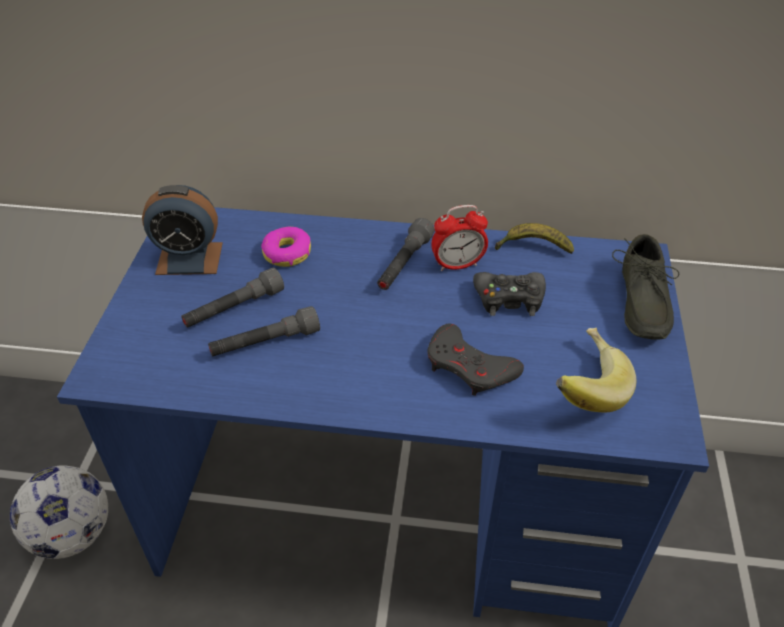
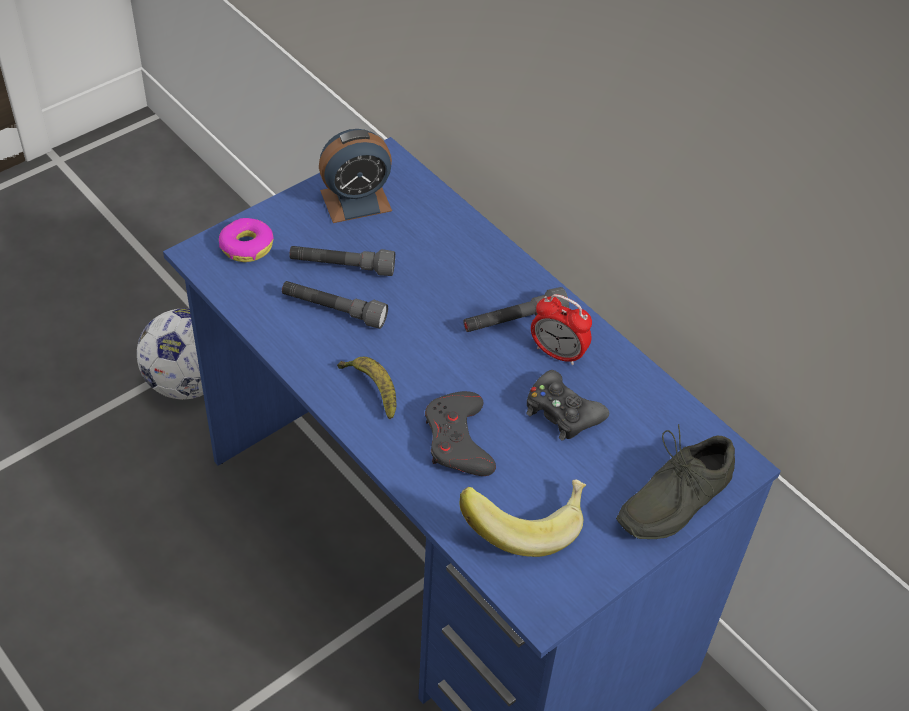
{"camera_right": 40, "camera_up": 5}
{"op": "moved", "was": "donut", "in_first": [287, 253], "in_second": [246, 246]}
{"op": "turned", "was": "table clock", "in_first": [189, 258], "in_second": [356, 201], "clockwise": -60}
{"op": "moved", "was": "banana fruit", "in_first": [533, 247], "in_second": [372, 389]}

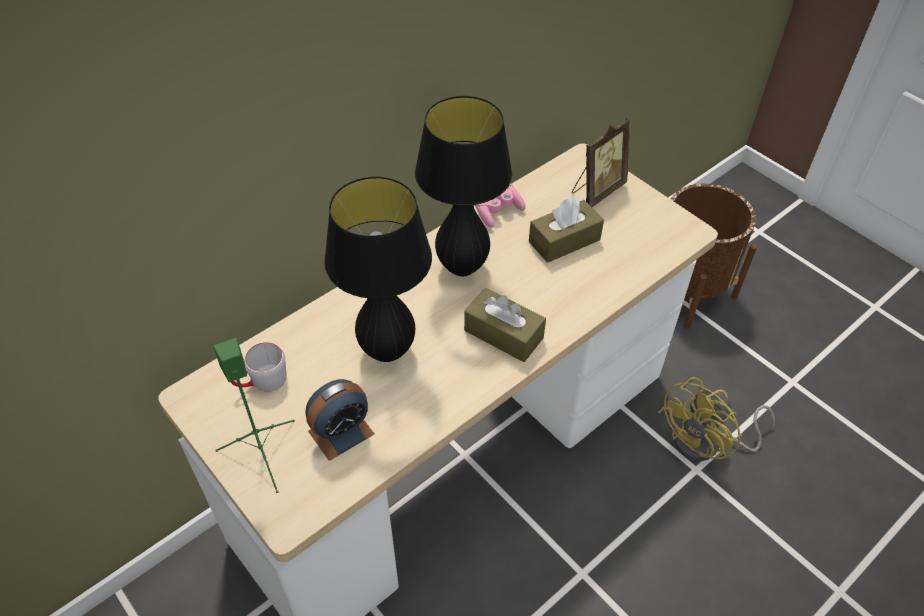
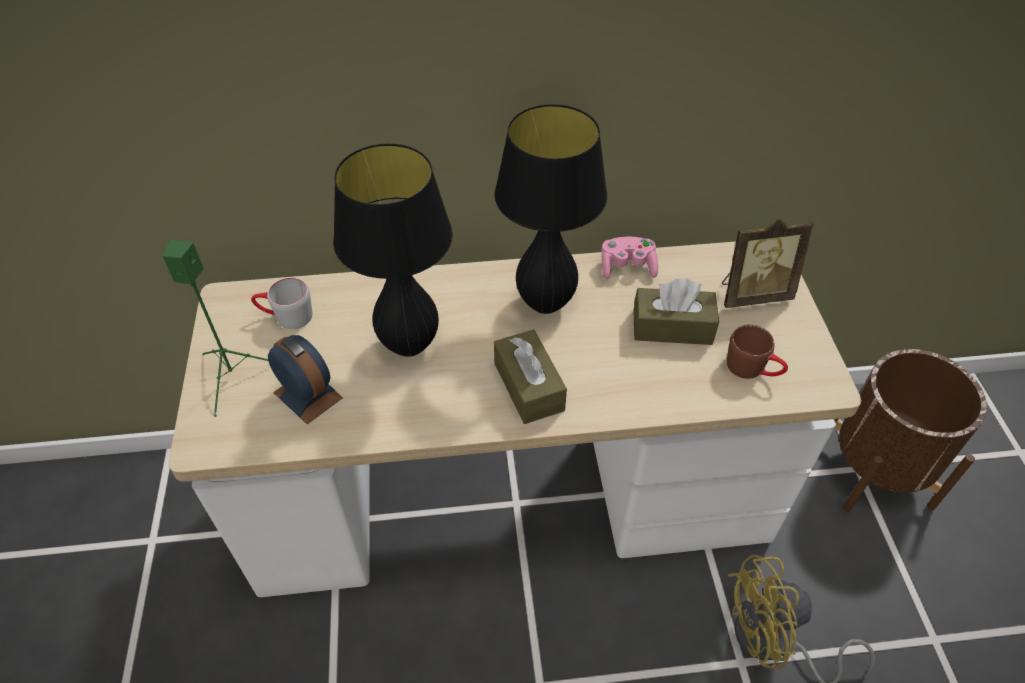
{"camera_right": 35, "camera_up": 0}
{"op": "turned", "was": "table clock", "in_first": [341, 432], "in_second": [308, 395], "clockwise": -135}
{"op": "added", "now": "tea mug (brown)", "in_second": [753, 369]}

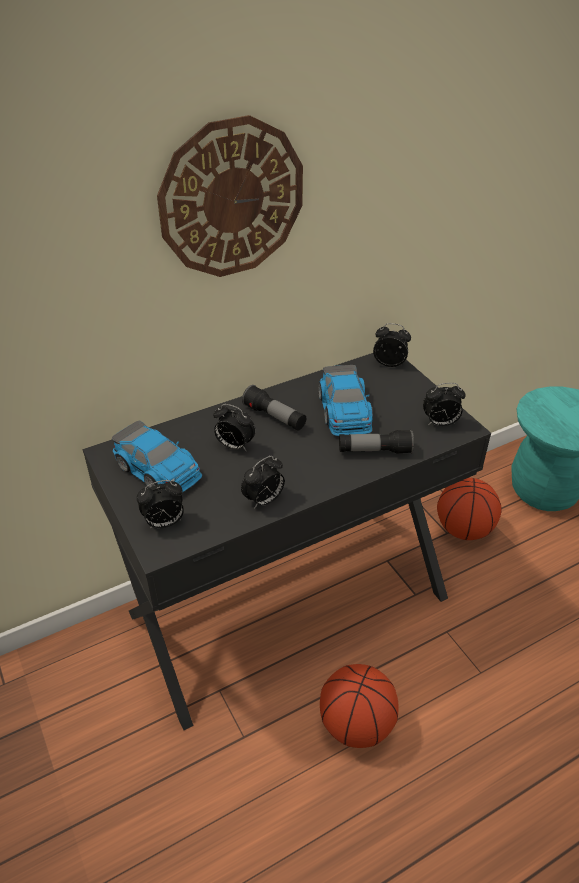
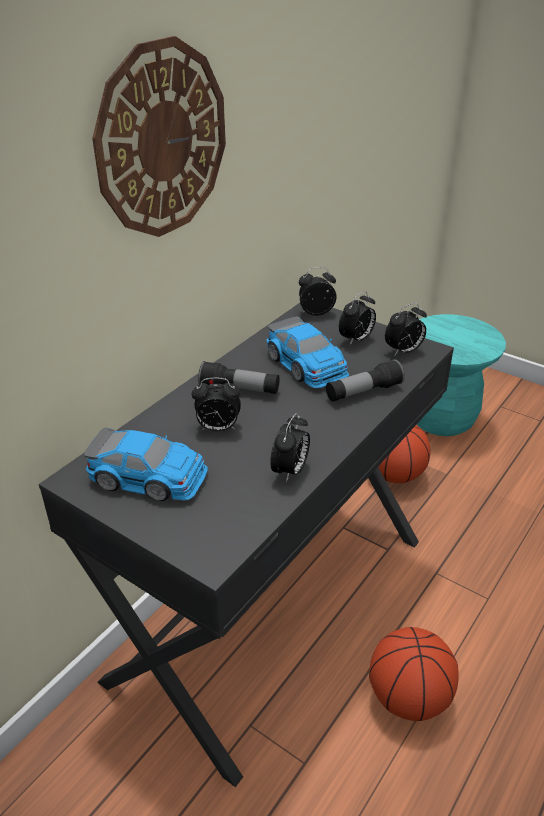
{"camera_right": -25, "camera_up": -5}
{"op": "moved", "was": "table clock", "in_first": [164, 523], "in_second": [356, 340]}

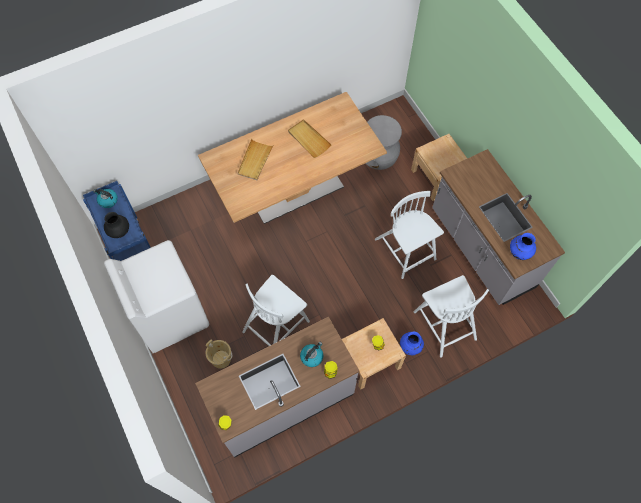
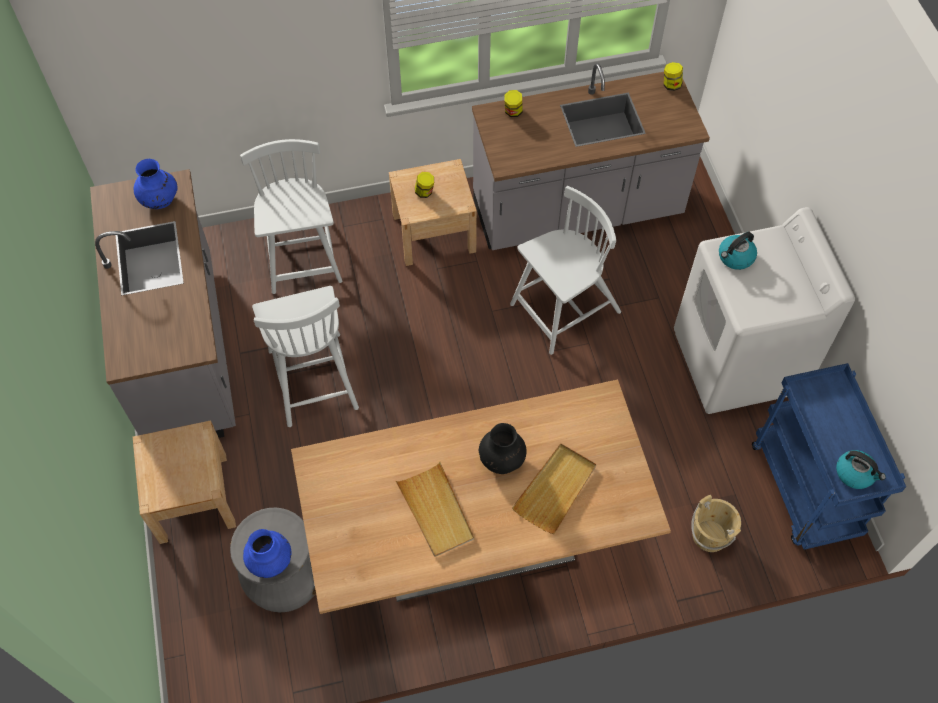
{"camera_right": -165, "camera_up": -5}
{"op": "moved", "was": "vase (blue-coloured)", "in_first": [410, 347], "in_second": [271, 561]}
{"op": "moved", "was": "vase (black)", "in_first": [119, 231], "in_second": [501, 460]}
{"op": "moved", "was": "water bucket (beige)", "in_first": [221, 359], "in_second": [709, 535]}
{"op": "moved", "was": "water kettle", "in_first": [312, 356], "in_second": [735, 257]}

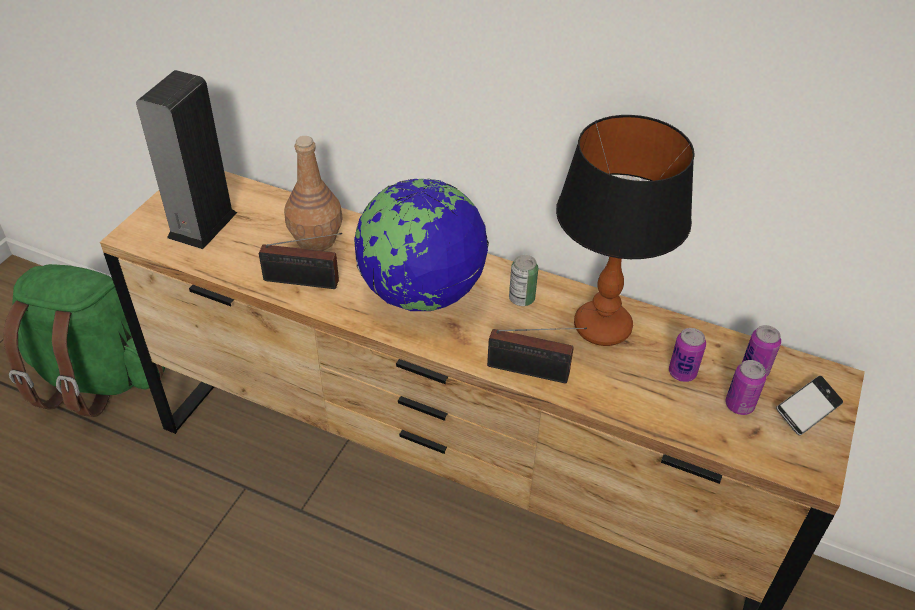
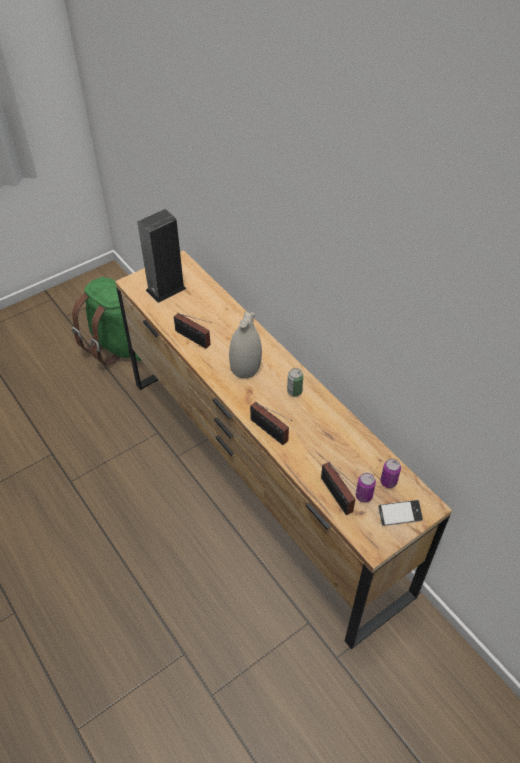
{"camera_right": 30, "camera_up": 5}
{"op": "replaced", "was": "world globe", "now": "vase (white)", "in_first": [421, 293], "in_second": [245, 368]}
{"op": "added", "now": "radio set", "in_second": [337, 497]}
{"op": "removed", "was": "drink bottle (brown)", "in_first": [316, 240]}
{"op": "removed", "was": "table lamp", "in_first": [602, 328]}
{"op": "removed", "was": "sealed can", "in_first": [682, 373]}

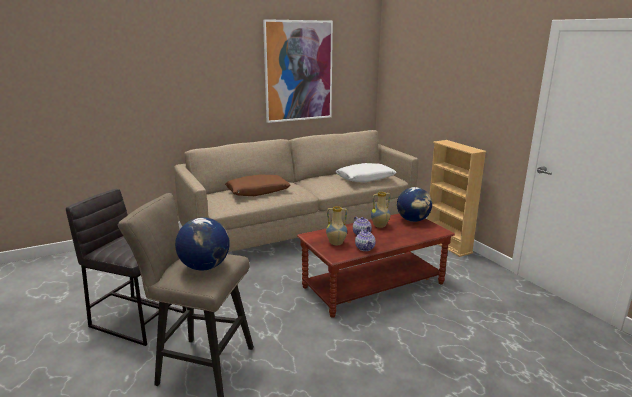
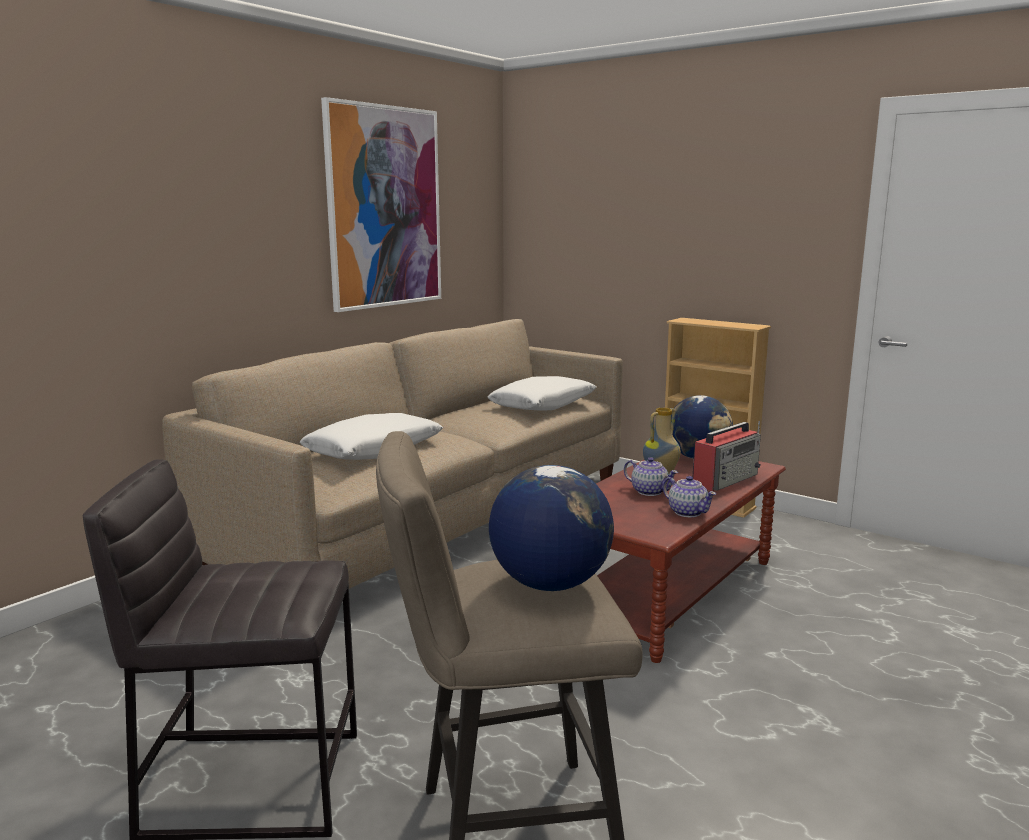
{"camera_right": -25, "camera_up": -5}
{"op": "recoloured", "was": "cushion (brown)", "now": "cushion (white)", "in_first": [258, 191], "in_second": [374, 450]}
{"op": "added", "now": "radio set", "in_second": [726, 479]}
{"op": "removed", "was": "vase", "in_first": [336, 243]}

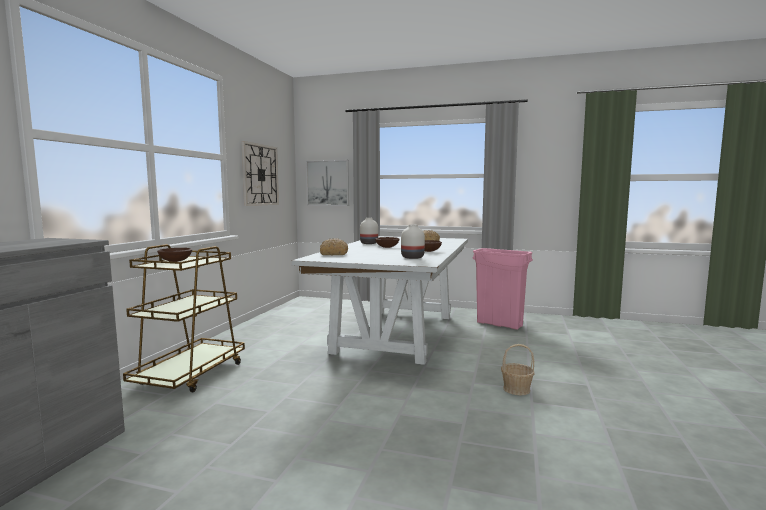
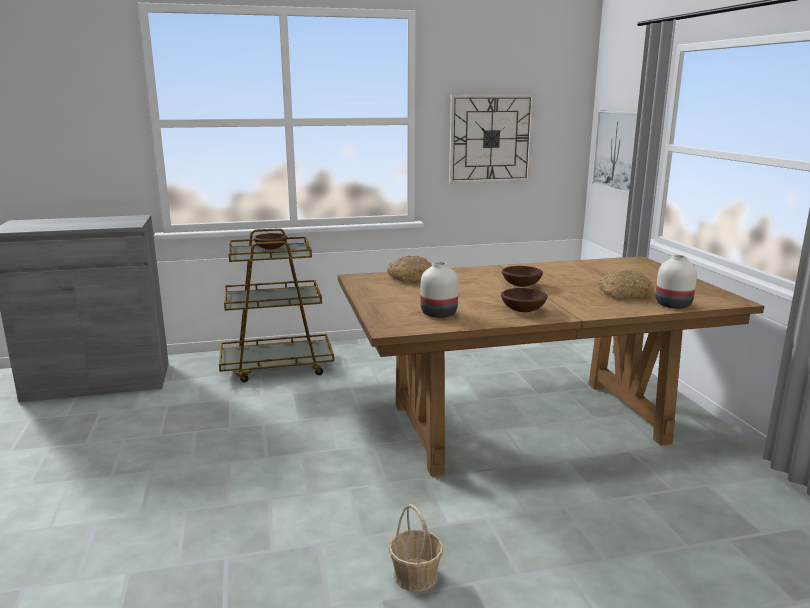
{"camera_right": 60, "camera_up": 10}
{"op": "recoloured", "was": "dinner table (white)", "now": "dinner table (brown)", "in_first": [396, 333], "in_second": [527, 423]}
{"op": "moved", "was": "vase (white)", "in_first": [368, 243], "in_second": [672, 304]}
{"op": "removed", "was": "rubbish bin (pinkish)", "in_first": [499, 324]}

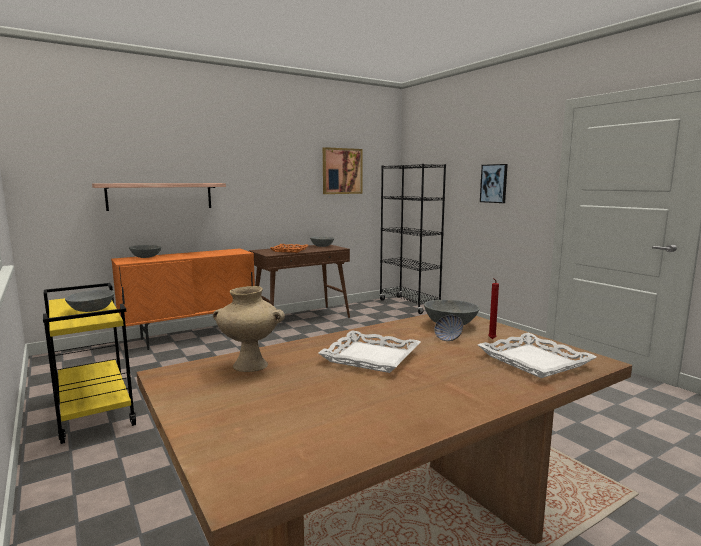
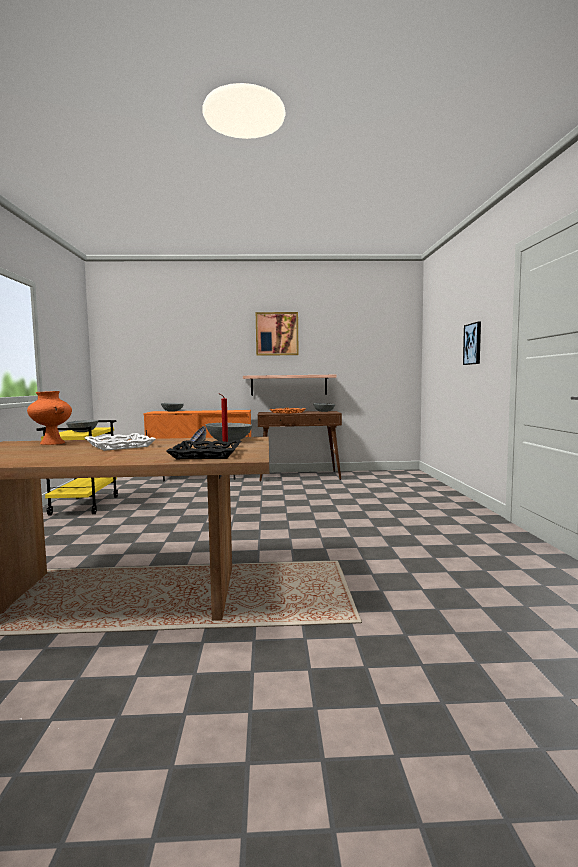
{"camera_right": 30, "camera_up": -5}
{"op": "recoloured", "was": "vase (beige)", "now": "vase (orange)", "in_first": [249, 366], "in_second": [51, 443]}
{"op": "recoloured", "was": "serving tray (white)", "now": "serving tray (black)", "in_first": [533, 361], "in_second": [206, 454]}
{"op": "moved", "was": "wall shelf", "in_first": [160, 196], "in_second": [289, 385]}
{"op": "moved", "was": "wall art", "in_first": [342, 171], "in_second": [277, 334]}
{"op": "removed", "was": "bookcase (black)", "in_first": [409, 305]}

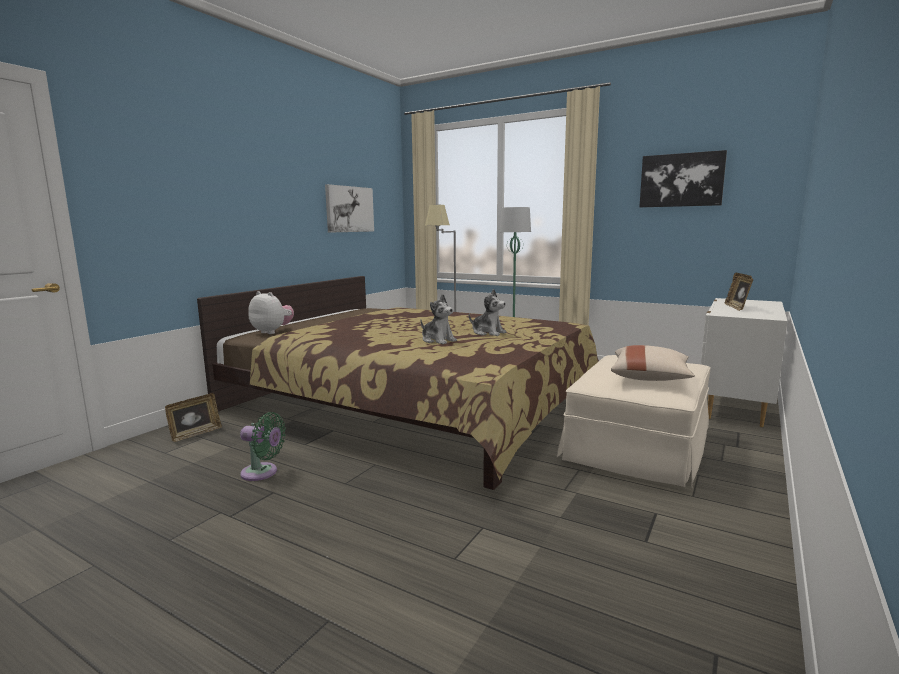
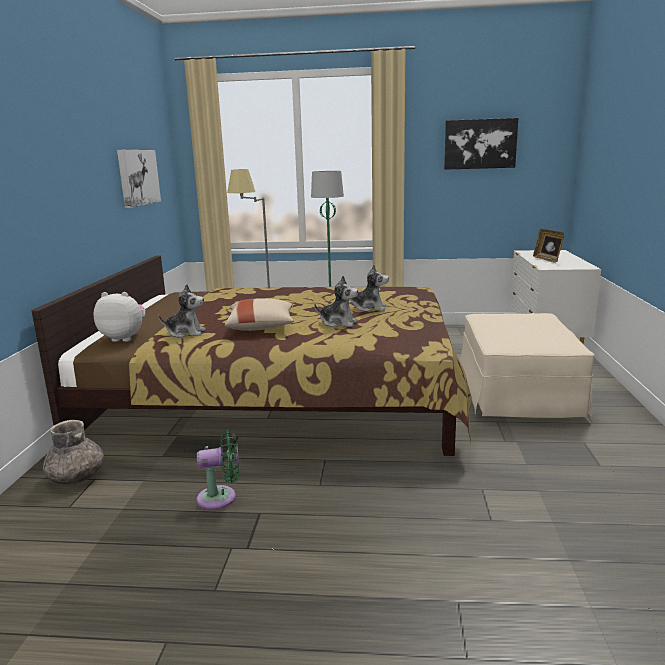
{"camera_right": -25, "camera_up": 5}
{"op": "replaced", "was": "picture frame", "now": "vase (gray)", "in_first": [195, 434], "in_second": [77, 477]}
{"op": "added", "now": "plush toy", "in_second": [186, 333]}
{"op": "moved", "was": "cushion (beige)", "in_first": [650, 378], "in_second": [261, 327]}

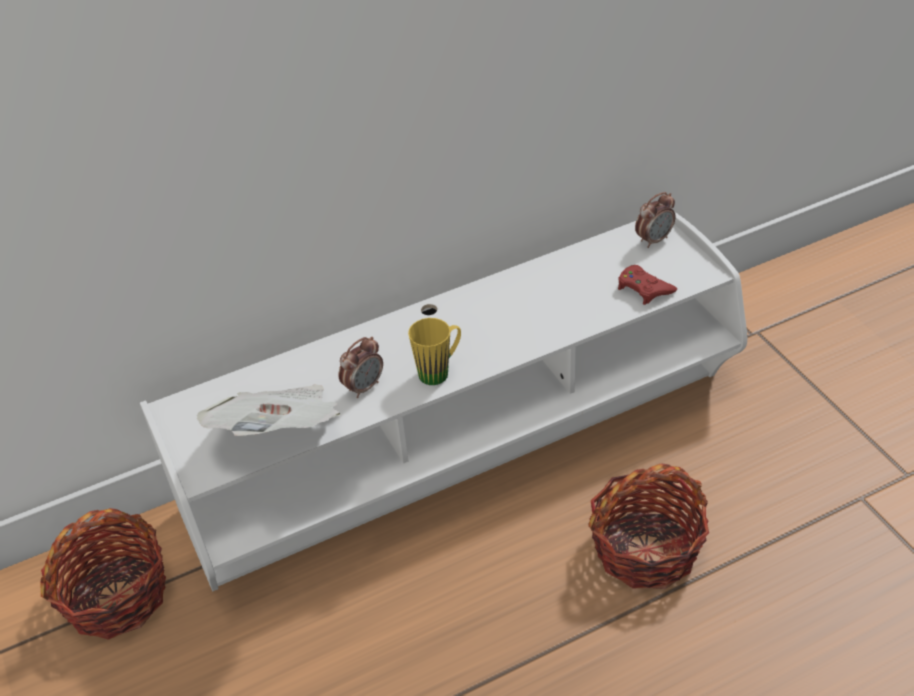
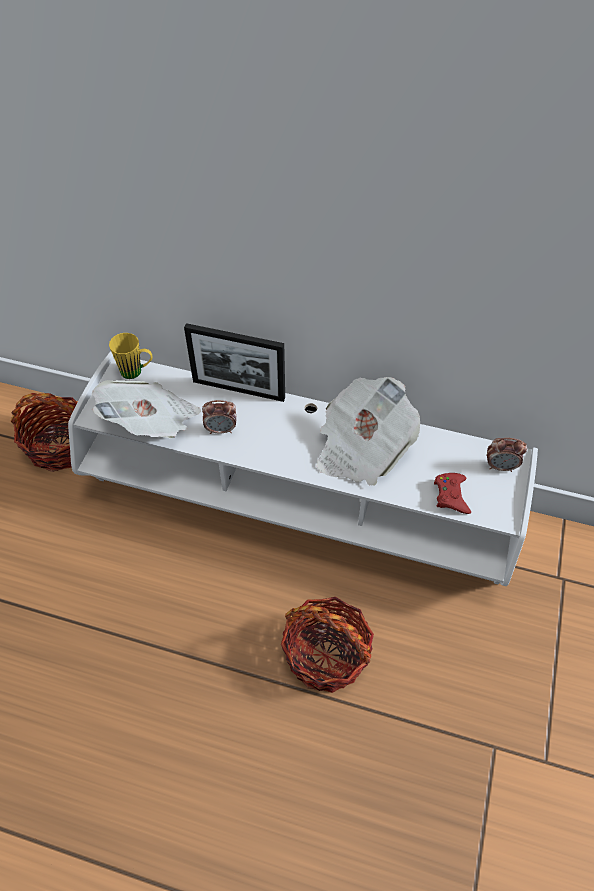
{"camera_right": 40, "camera_up": 10}
{"op": "moved", "was": "tea mug (yellow-coloured)", "in_first": [440, 371], "in_second": [136, 372]}
{"op": "added", "now": "picture frame", "in_second": [238, 389]}
{"op": "added", "now": "daily paper", "in_second": [361, 448]}

